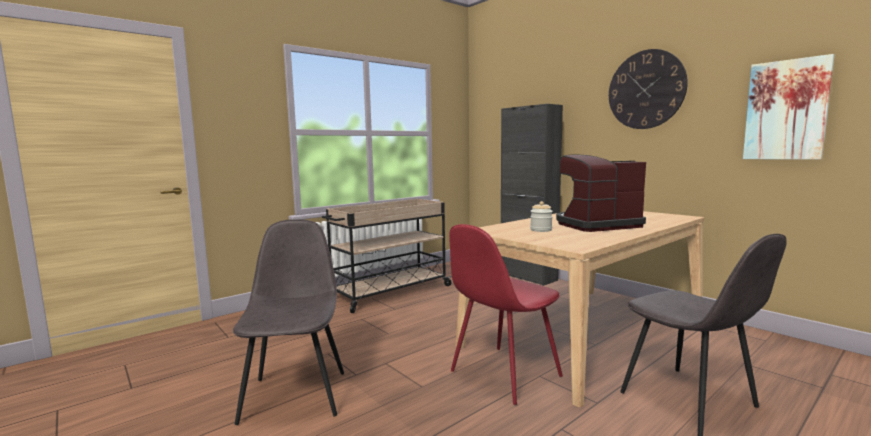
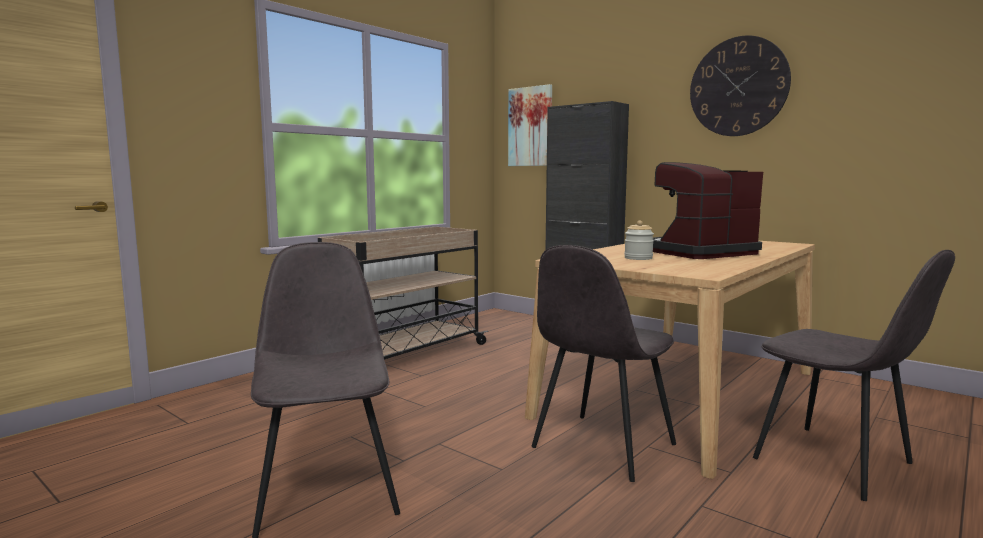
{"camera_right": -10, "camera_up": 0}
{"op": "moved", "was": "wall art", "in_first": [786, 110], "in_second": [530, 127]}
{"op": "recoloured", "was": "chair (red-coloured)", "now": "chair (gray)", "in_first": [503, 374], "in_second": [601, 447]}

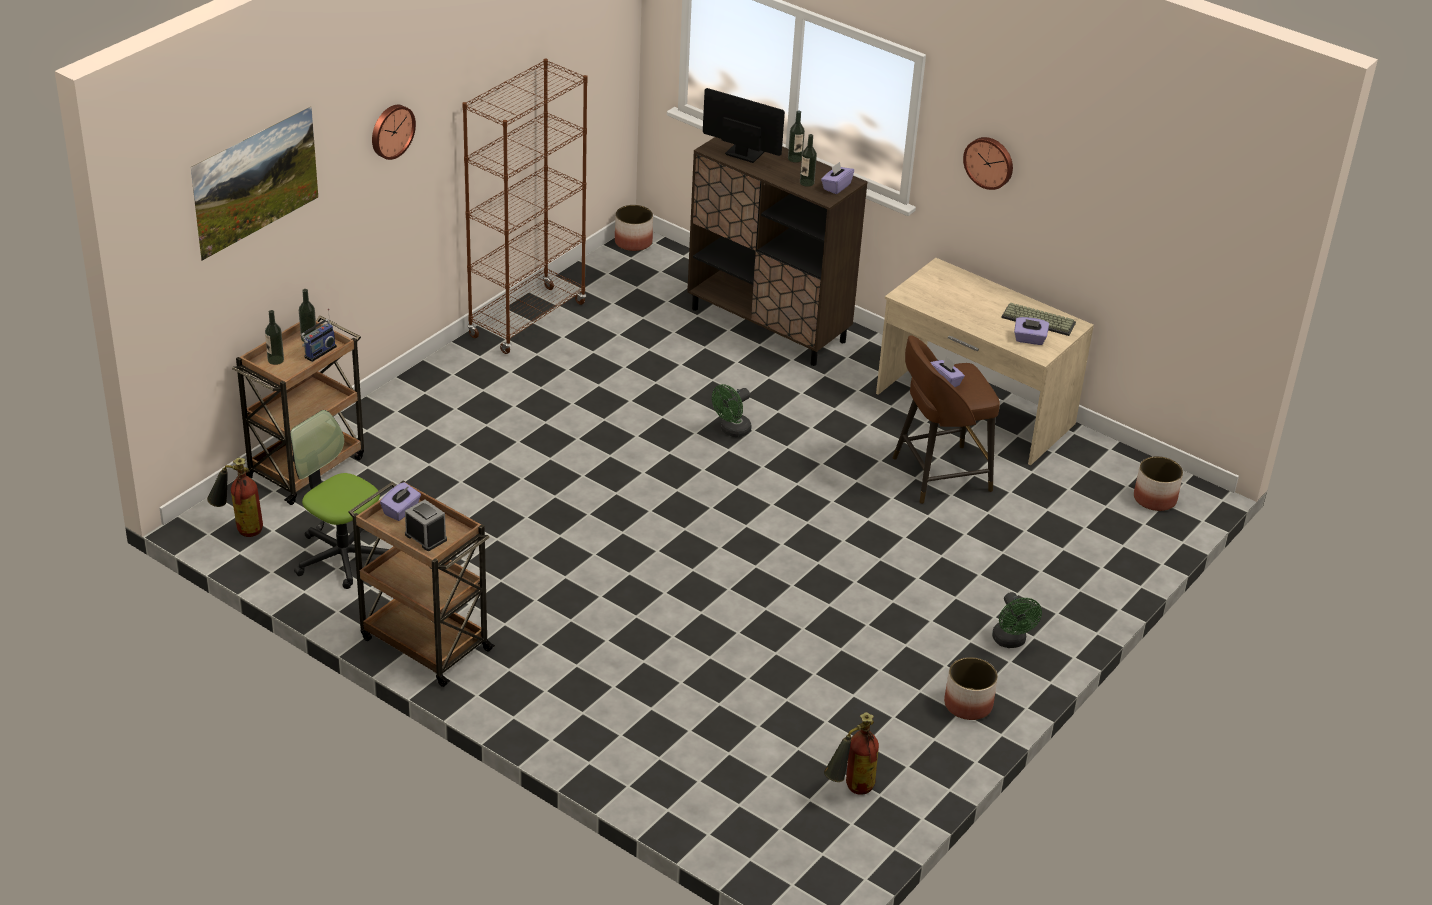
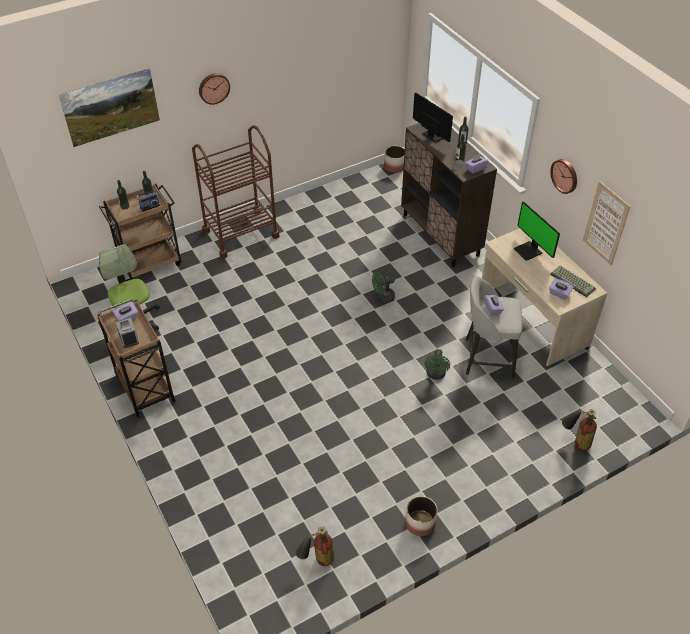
{"camera_right": 25, "camera_up": 10}
{"op": "added", "now": "trolley (brown)", "in_second": [240, 233]}
{"op": "moved", "was": "cooling fan (green)", "in_first": [1011, 641], "in_second": [436, 375]}
{"op": "recoloured", "was": "sitting stool (brown)", "now": "sitting stool (gray)", "in_first": [938, 475], "in_second": [487, 358]}
{"op": "added", "now": "monitor", "in_second": [529, 251]}
{"op": "moved", "was": "fire-fighting cylinder", "in_first": [239, 528], "in_second": [575, 442]}
{"op": "added", "now": "wall art", "in_second": [606, 223]}
{"op": "removed", "was": "bookcase (brown)", "in_first": [527, 320]}
{"op": "removed", "was": "plant pot", "in_first": [1155, 498]}

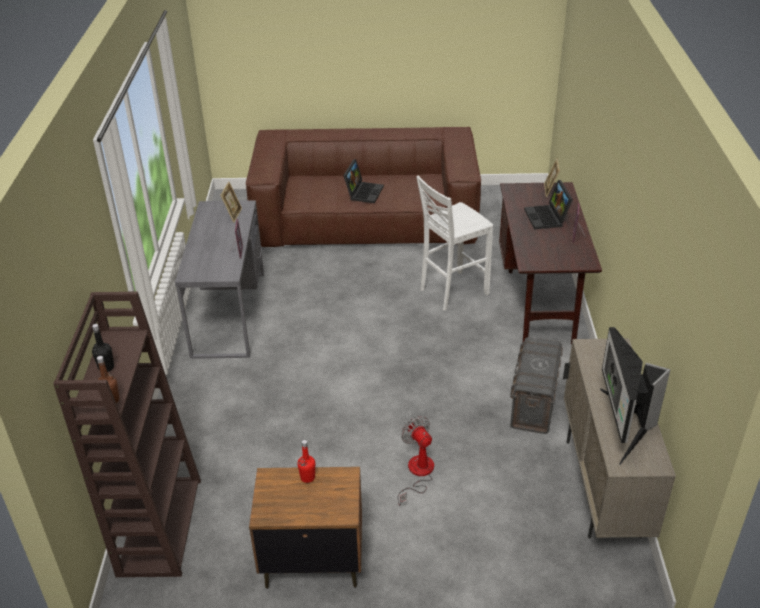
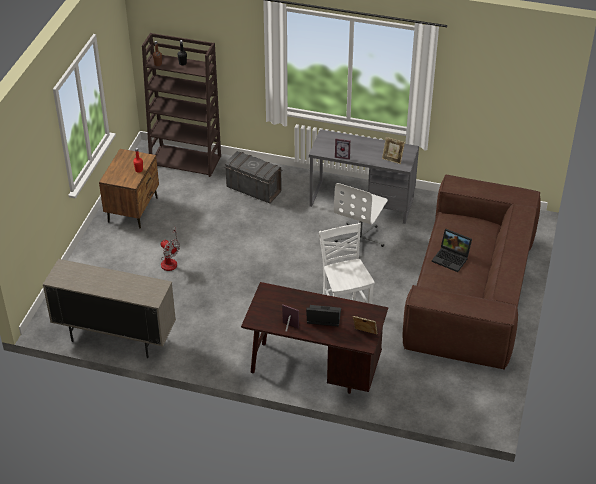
{"camera_right": 105, "camera_up": 5}
{"op": "turned", "was": "cooling fan", "in_first": [417, 473], "in_second": [170, 260], "clockwise": 60}
{"op": "moved", "was": "storage container (gray)", "in_first": [533, 403], "in_second": [253, 189]}
{"op": "added", "now": "desk chair (white)", "in_second": [360, 239]}
{"op": "removed", "was": "monitor", "in_first": [624, 425]}

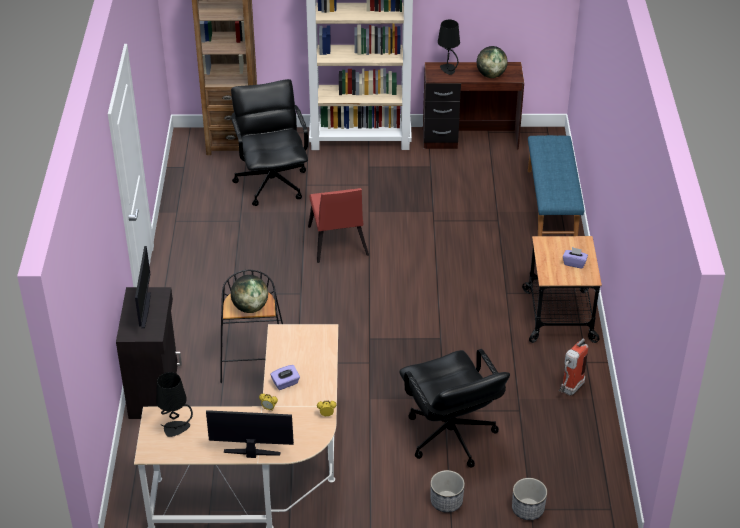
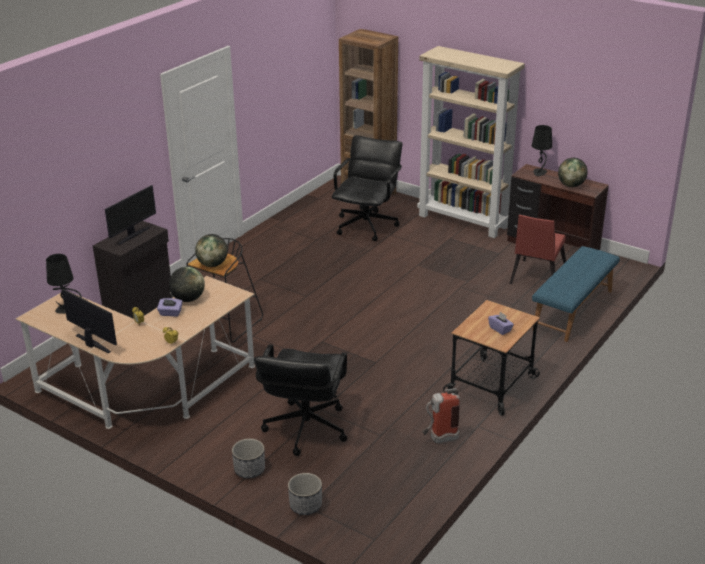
{"camera_right": 35, "camera_up": -10}
{"op": "added", "now": "world globe", "in_second": [188, 299]}
{"op": "moved", "was": "chair (red-coloured)", "in_first": [337, 244], "in_second": [536, 278]}

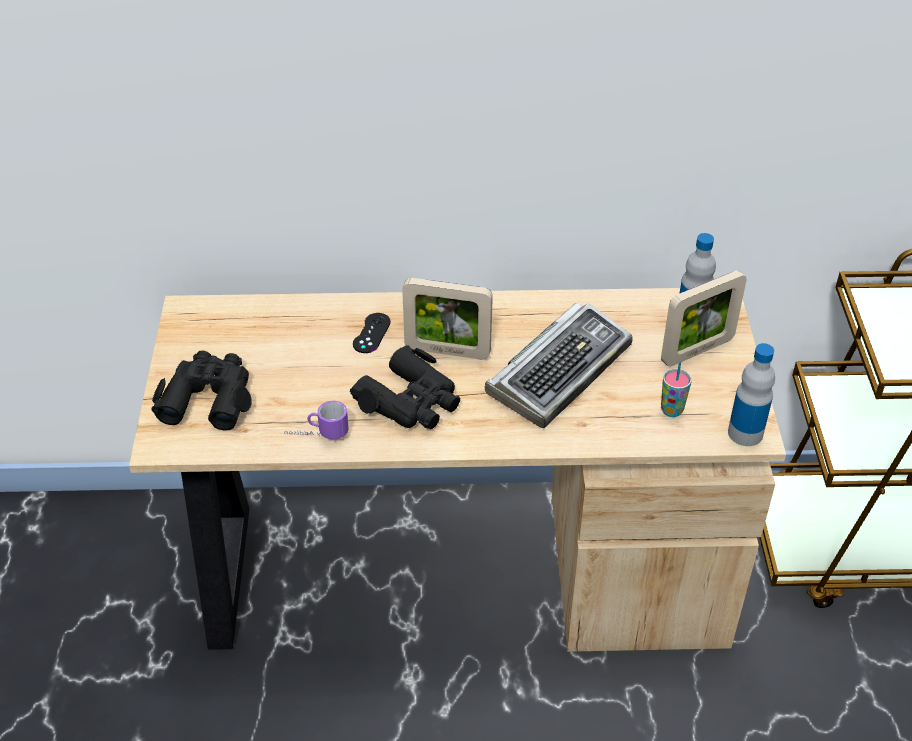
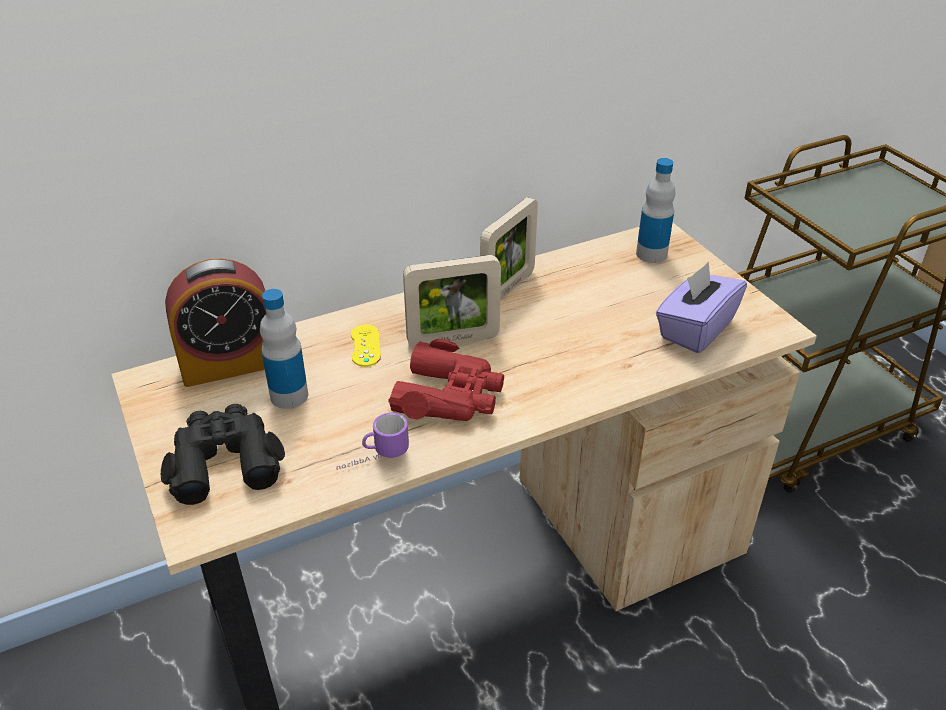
{"camera_right": -25, "camera_up": -5}
{"op": "added", "now": "table clock", "in_second": [230, 364]}
{"op": "moved", "was": "drink bottle", "in_first": [745, 433], "in_second": [289, 396]}
{"op": "recoloured", "was": "gamepad (black)", "now": "gamepad (yellow-coloured)", "in_first": [371, 333], "in_second": [365, 346]}
{"op": "recoloured", "was": "pair of binoculars (black)", "now": "pair of binoculars (red-coloured)", "in_first": [411, 401], "in_second": [449, 396]}
{"op": "moved", "was": "picture frame", "in_first": [697, 351], "in_second": [507, 289]}
{"op": "replaced", "was": "small cup", "now": "tissue box (purplish)", "in_first": [671, 410], "in_second": [695, 329]}
{"op": "removed", "was": "keyboard", "in_first": [560, 370]}

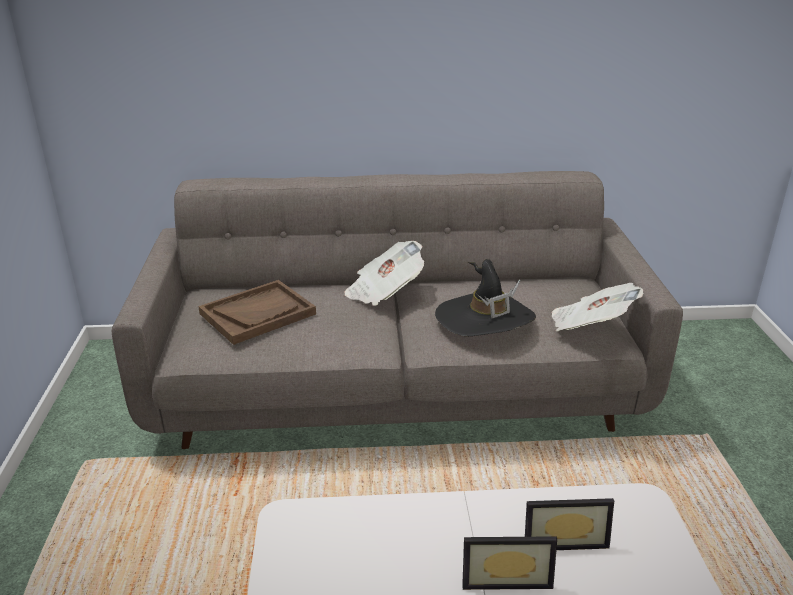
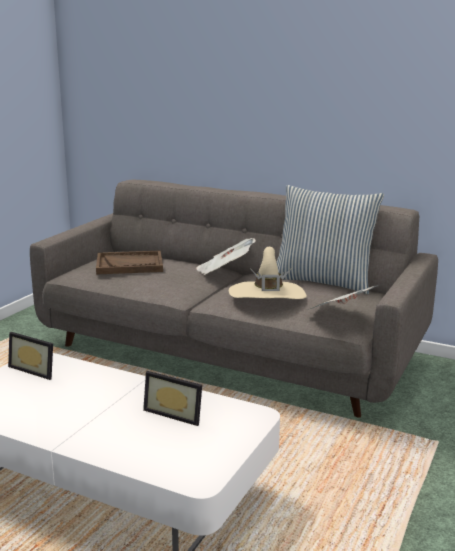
{"camera_right": 30, "camera_up": -10}
{"op": "moved", "was": "picture frame", "in_first": [505, 576], "in_second": [36, 369]}
{"op": "recoloured", "was": "wearable hat (black)", "now": "wearable hat (beige)", "in_first": [485, 319], "in_second": [267, 295]}
{"op": "added", "now": "cushion", "in_second": [323, 281]}

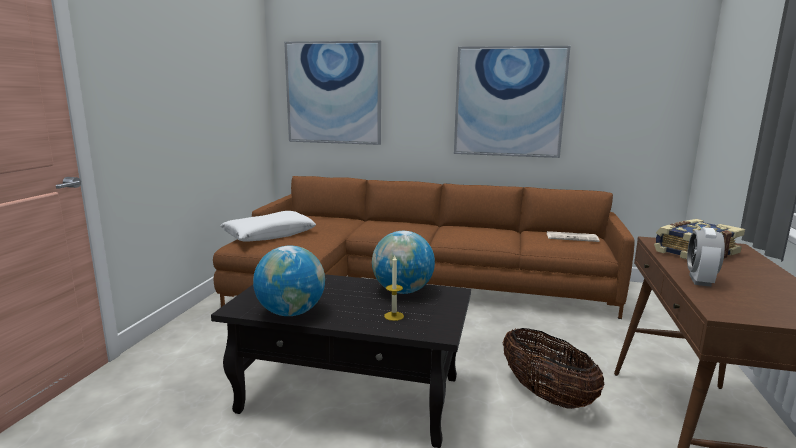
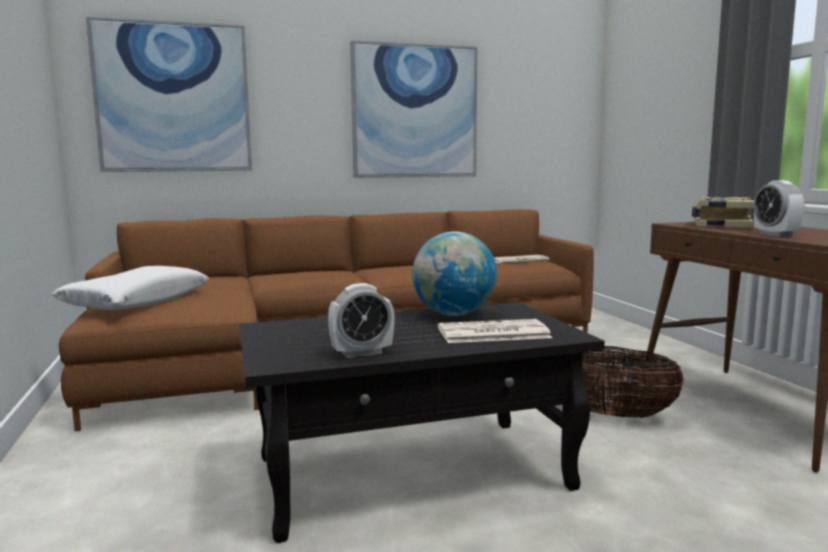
{"camera_right": -30, "camera_up": -5}
{"op": "replaced", "was": "world globe", "now": "table clock", "in_first": [291, 312], "in_second": [362, 353]}
{"op": "replaced", "was": "candle", "now": "daily paper", "in_first": [394, 316], "in_second": [491, 333]}

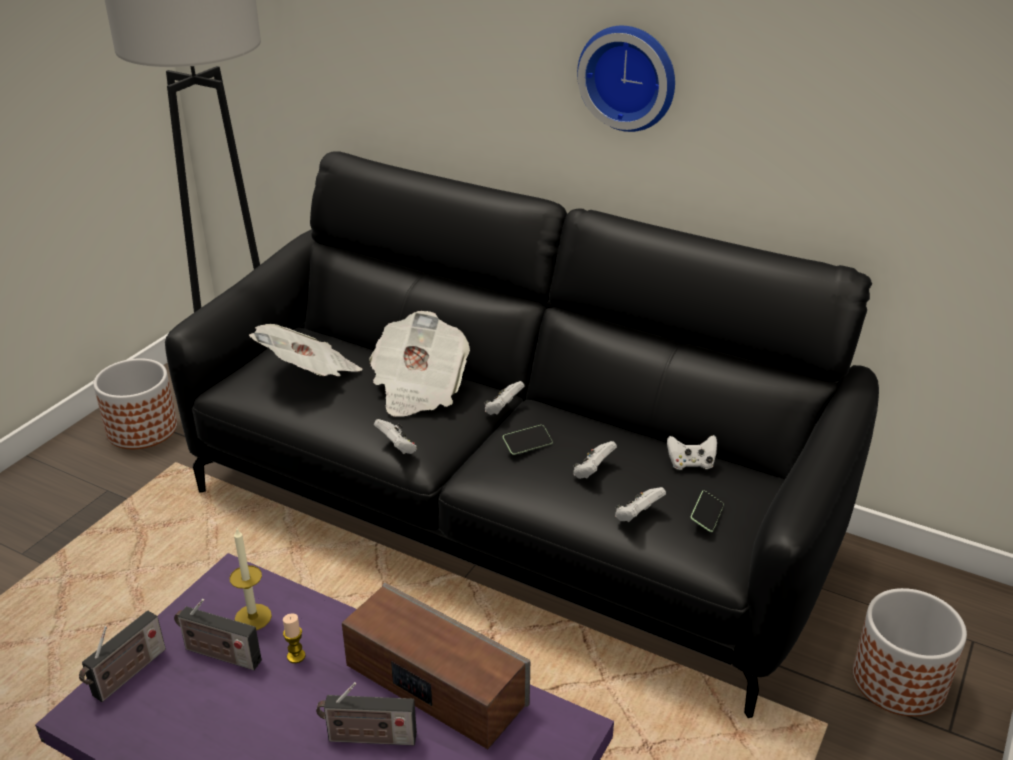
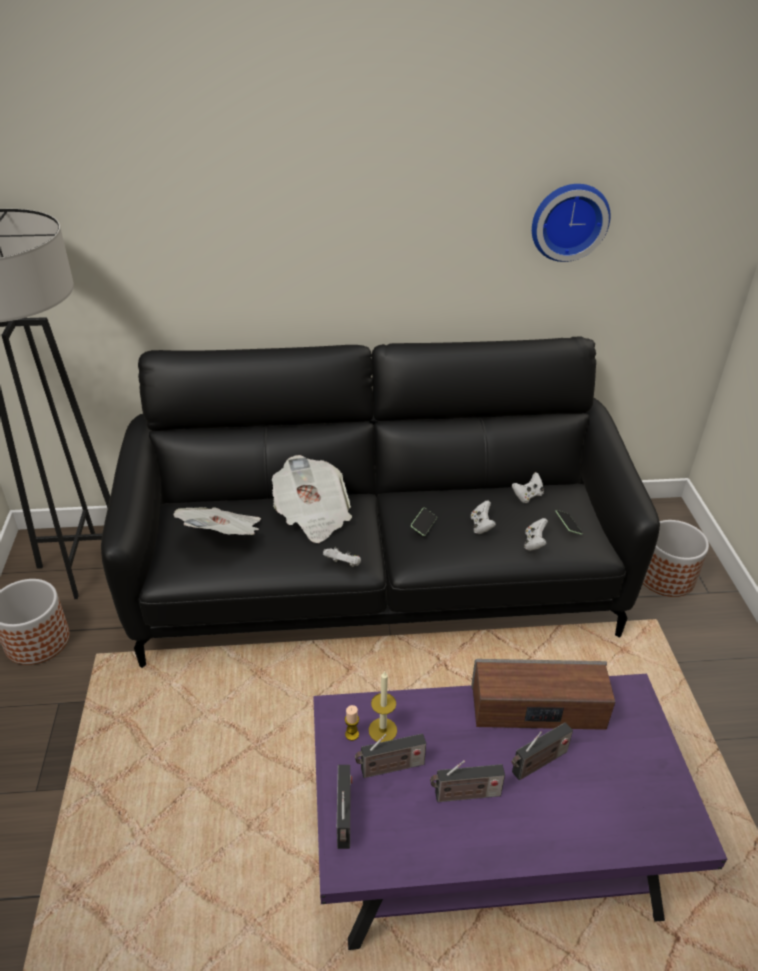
{"camera_right": -35, "camera_up": 5}
{"op": "moved", "was": "candle", "in_first": [296, 656], "in_second": [352, 734]}
{"op": "added", "now": "radio set", "in_second": [464, 795]}
{"op": "moved", "was": "hanging clock", "in_first": [629, 76], "in_second": [568, 221]}
{"op": "removed", "was": "gamepad (white)", "in_first": [503, 409]}

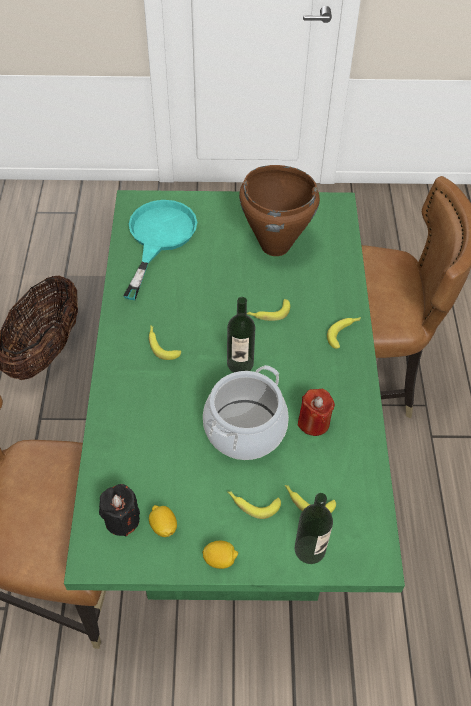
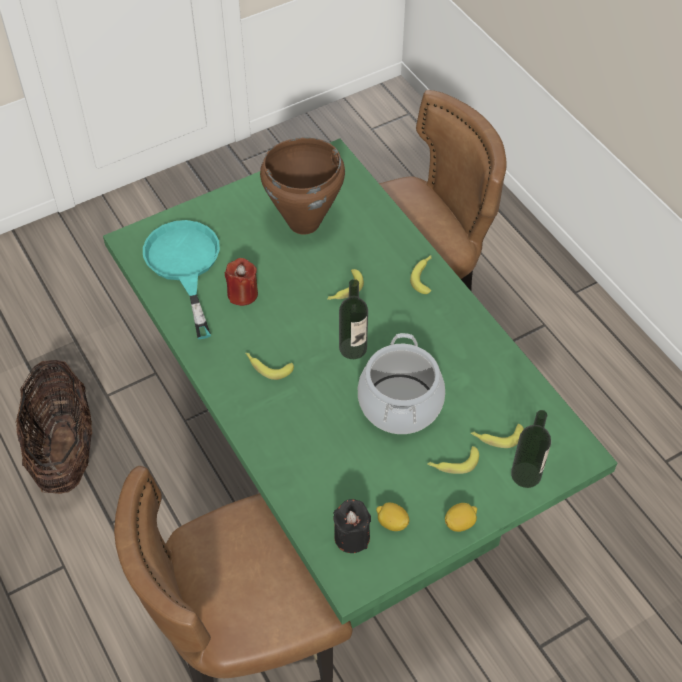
{"camera_right": -30, "camera_up": 0}
{"op": "moved", "was": "candle (red-coloured)", "in_first": [314, 422], "in_second": [242, 294]}

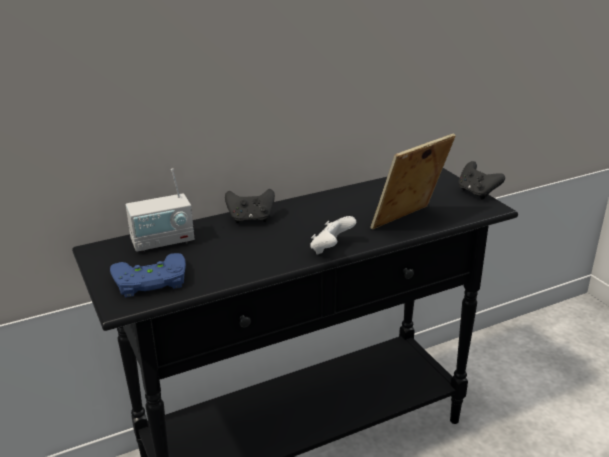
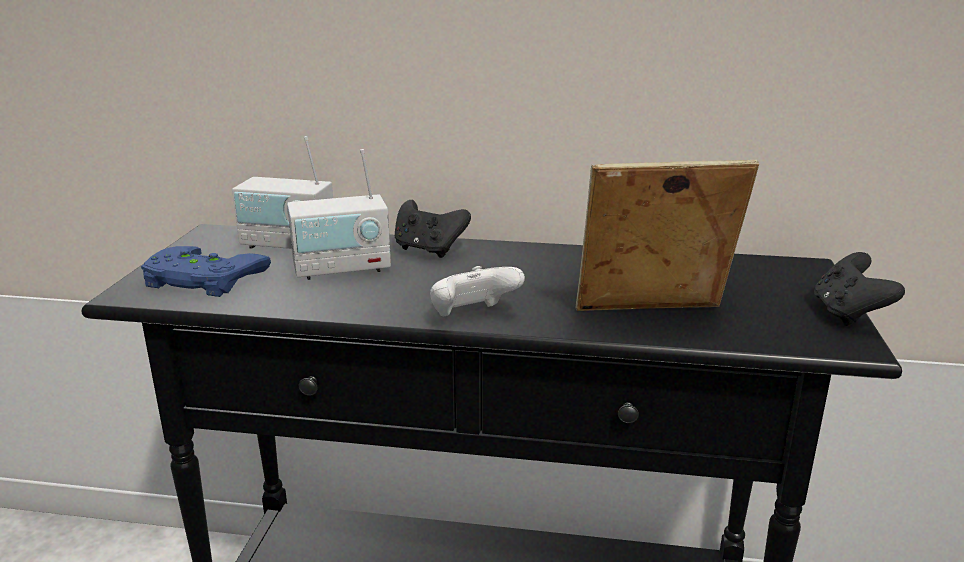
{"camera_right": 35, "camera_up": -5}
{"op": "added", "now": "radio set", "in_second": [342, 268]}

